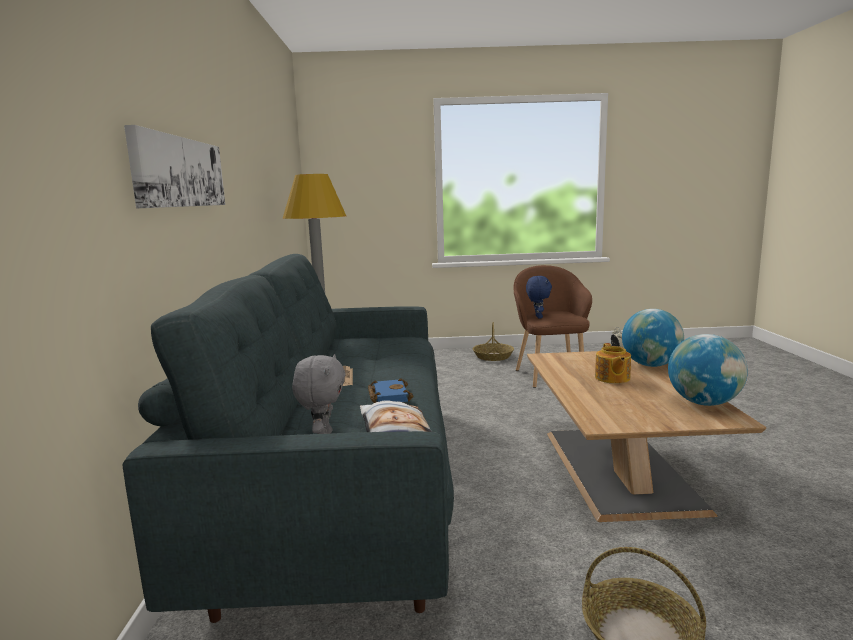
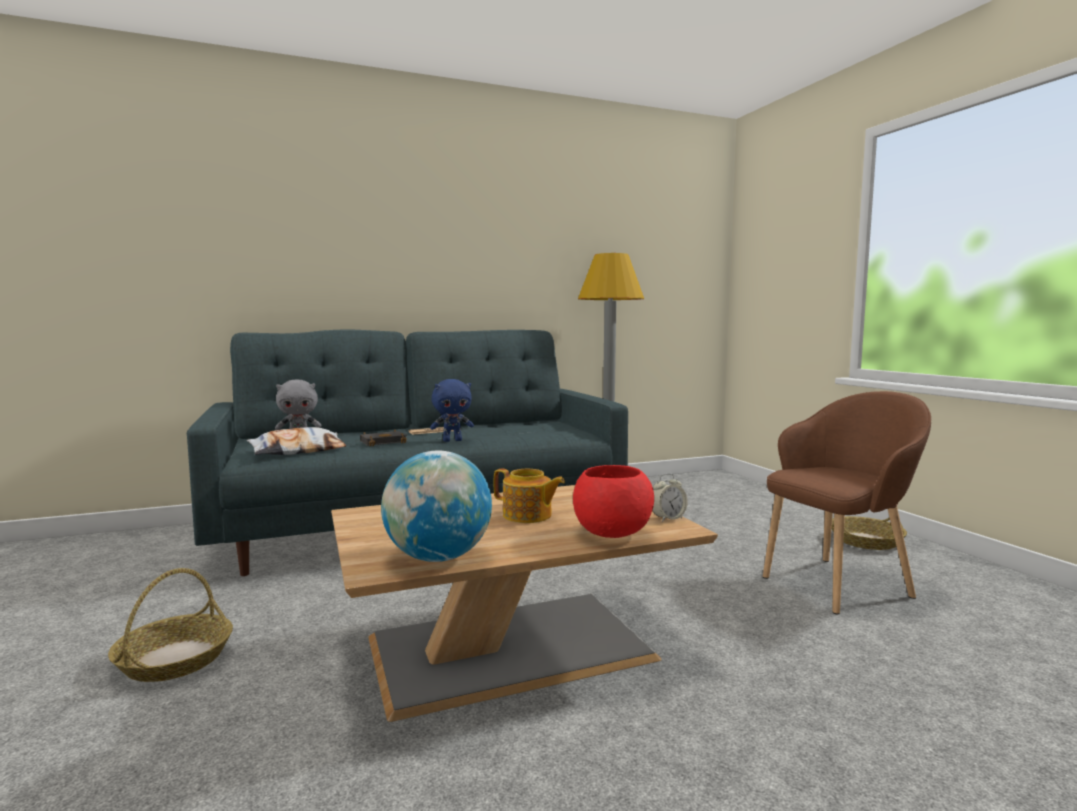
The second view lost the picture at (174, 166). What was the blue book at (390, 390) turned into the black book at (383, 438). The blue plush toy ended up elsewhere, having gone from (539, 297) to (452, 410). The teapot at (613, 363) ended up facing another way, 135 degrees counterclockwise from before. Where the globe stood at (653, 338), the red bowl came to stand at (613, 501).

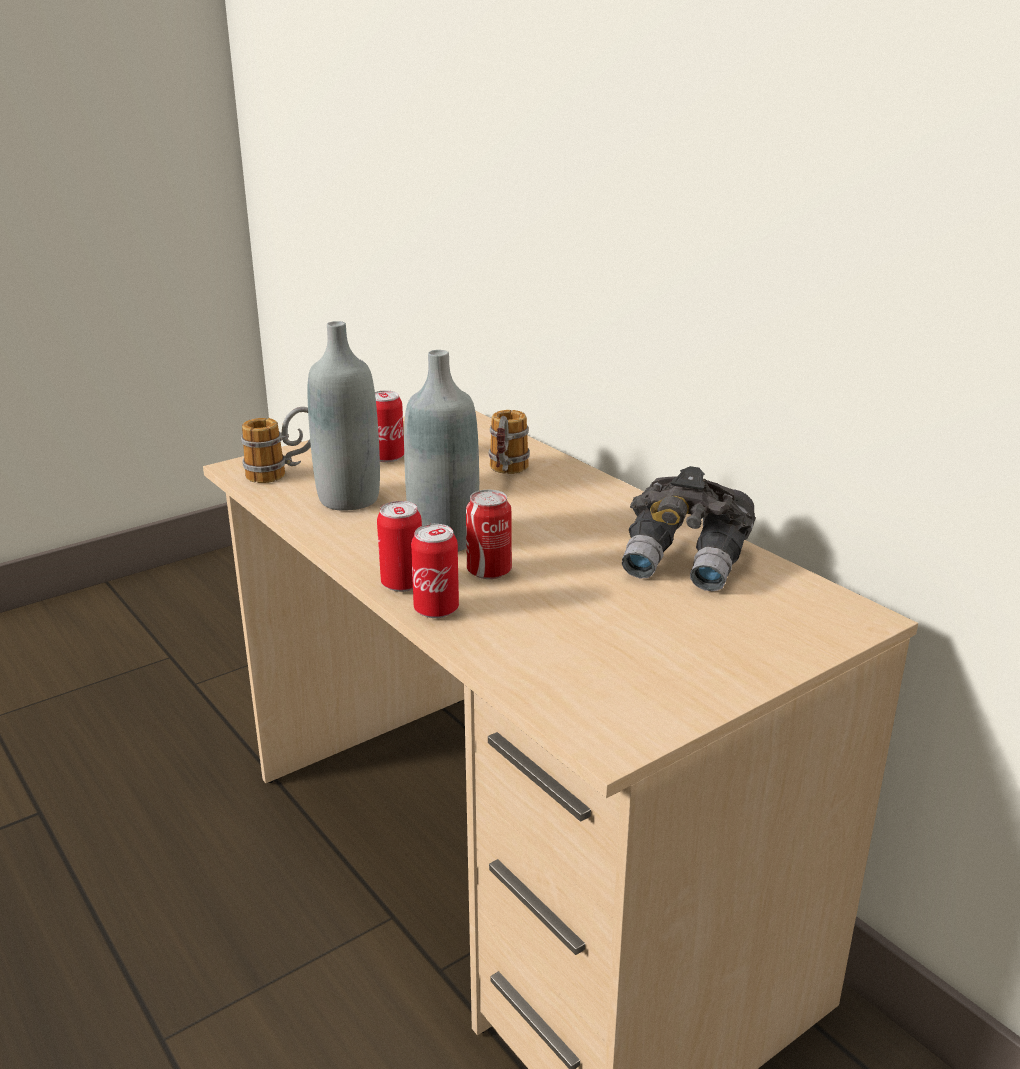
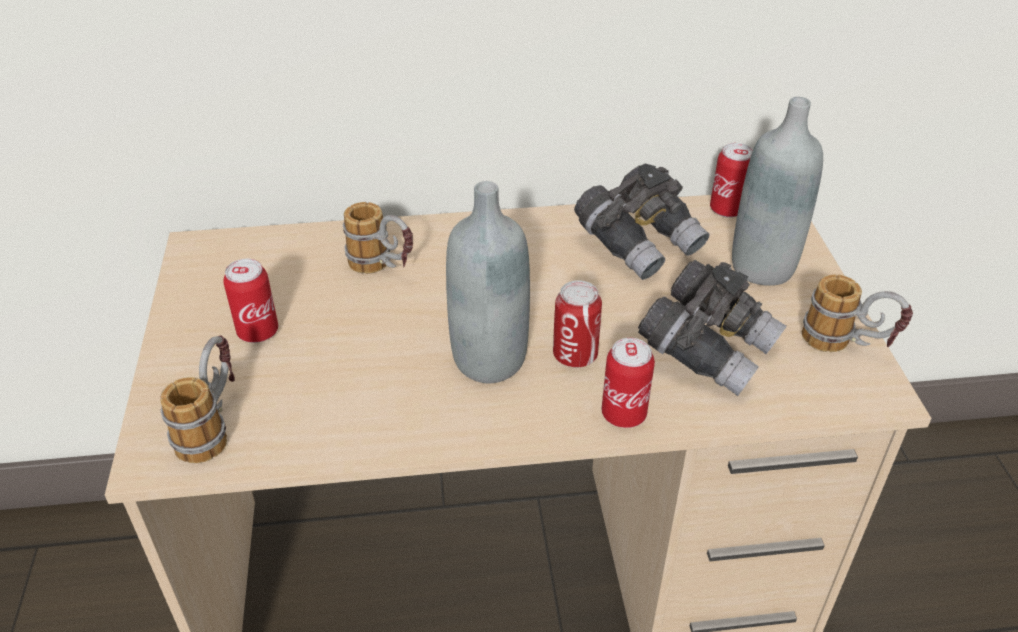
The grey bottle ended up elsewhere, having gone from (343, 415) to (777, 191). The can ended up elsewhere, having gone from (399, 546) to (731, 180). The second view gained the grey binoculars at (712, 328). The second view gained the mug at (857, 313).

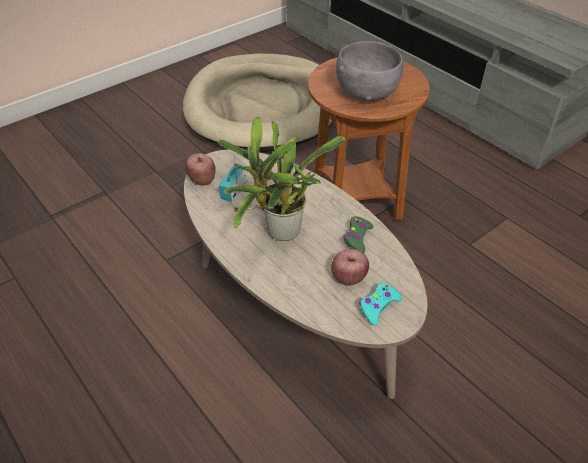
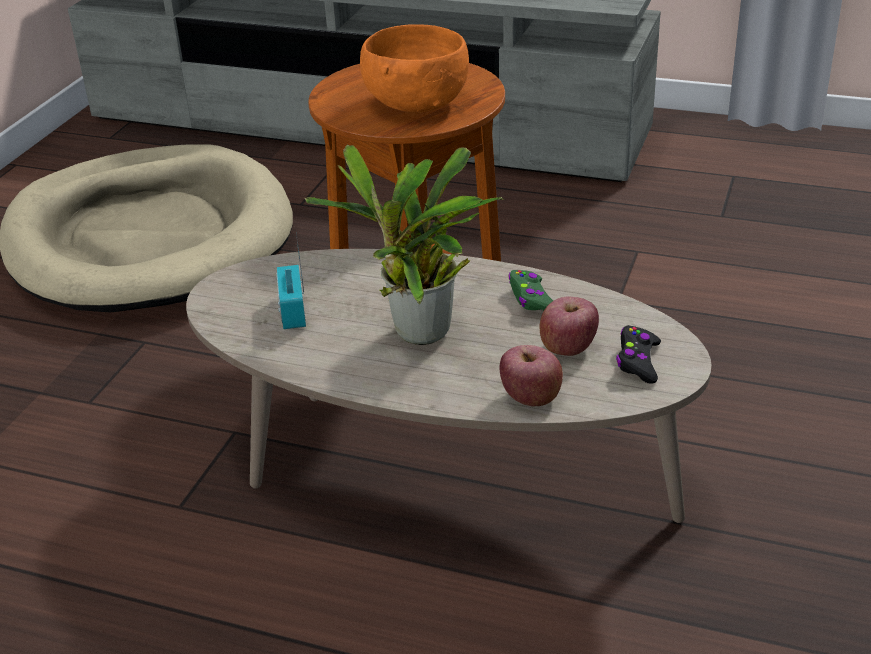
The apple ended up elsewhere, having gone from (200, 169) to (531, 375). What was the grey bowl at (369, 71) turned into the orange bowl at (414, 68). What was the turquoise game controller at (380, 303) turned into the black game controller at (638, 354).

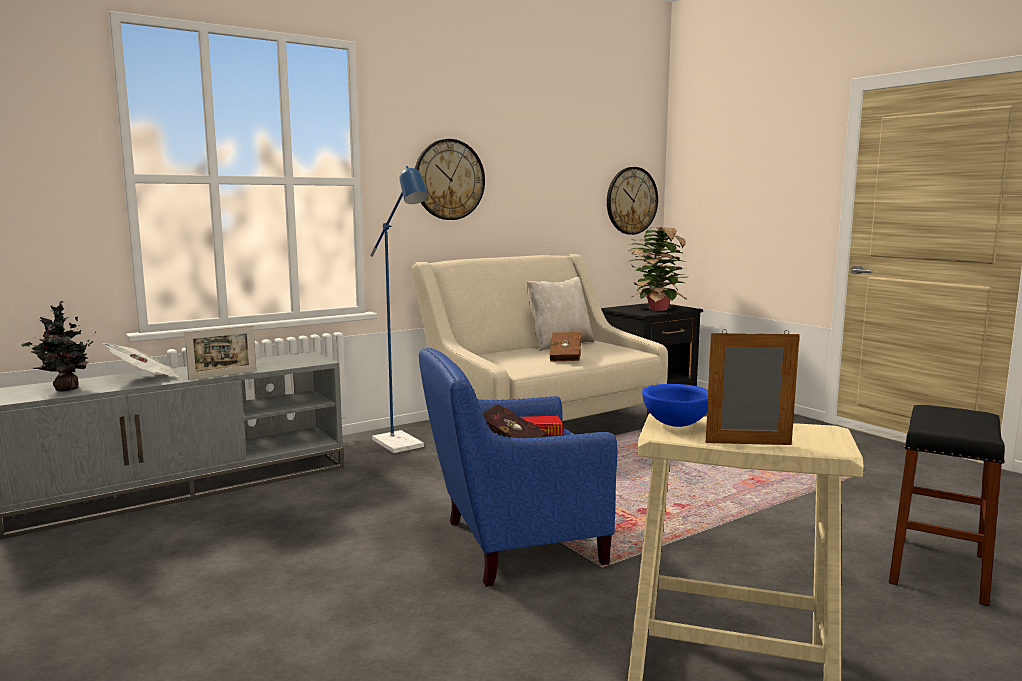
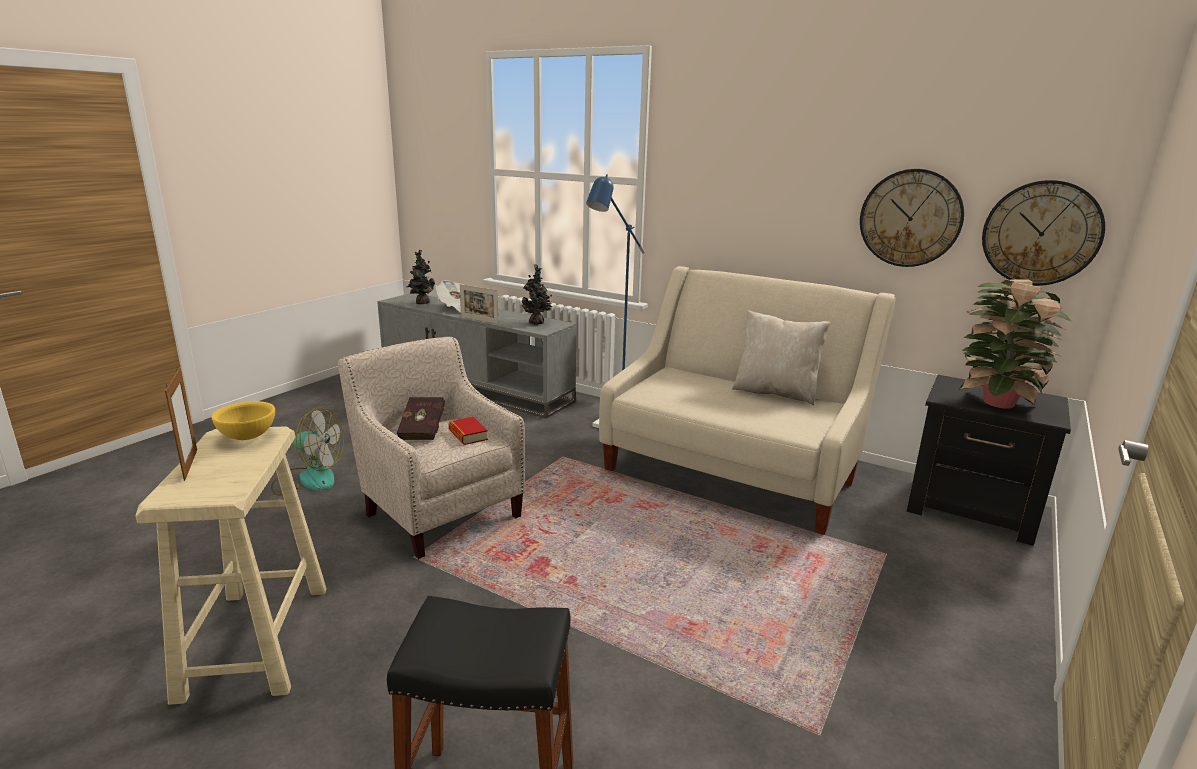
The wall clock ended up elsewhere, having gone from (450, 179) to (912, 218). What was the blue armchair at (518, 467) turned into the beige armchair at (431, 447). The second view lost the brown book at (565, 347). What was the blue bowl at (675, 405) turned into the yellow bowl at (243, 420). The second view gained the fan at (307, 452). The second view gained the potted plant at (537, 294).

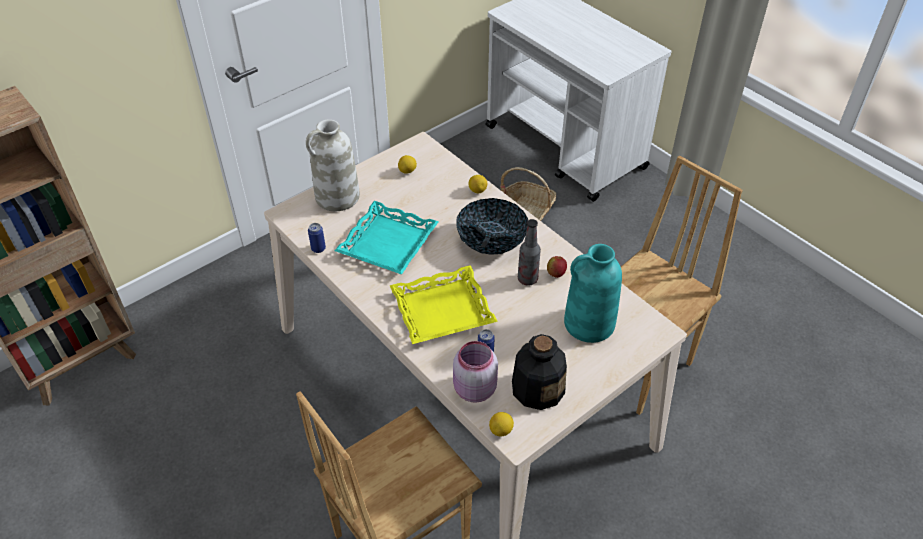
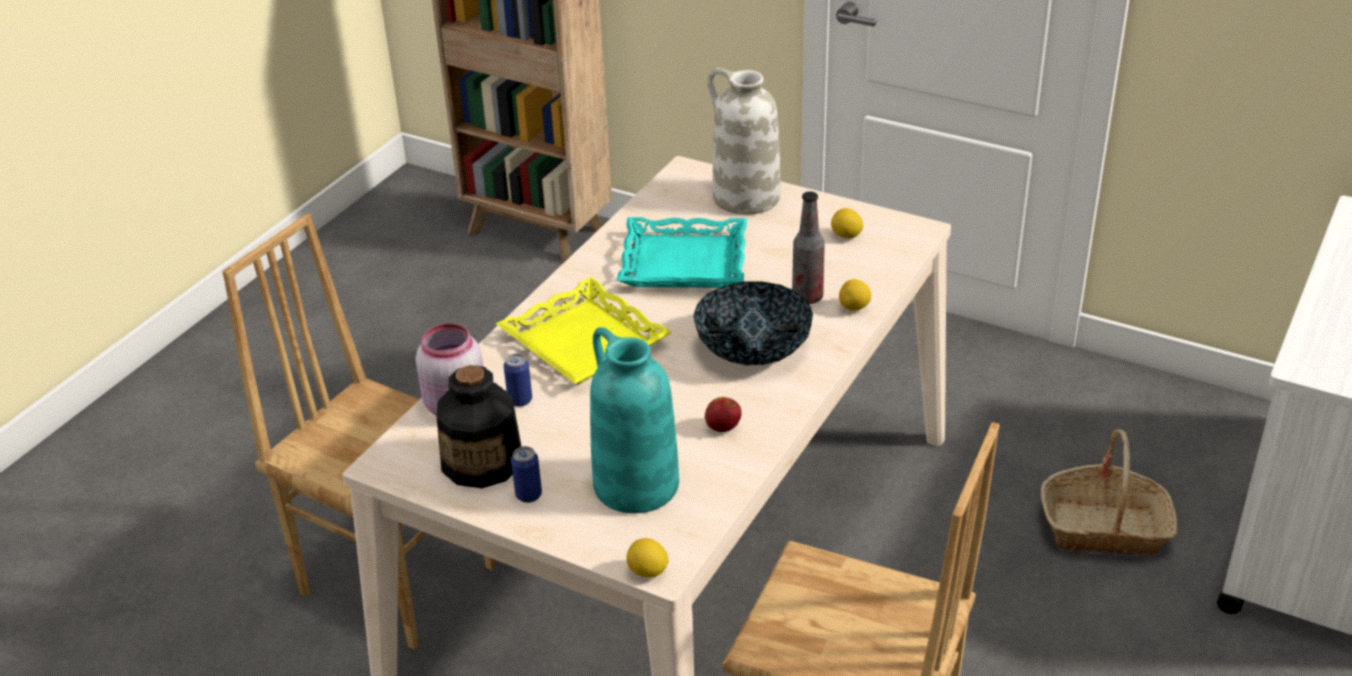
The can ended up elsewhere, having gone from (317, 238) to (526, 474). The lemon ended up elsewhere, having gone from (501, 424) to (647, 558). The bottle ended up elsewhere, having gone from (529, 252) to (808, 247).

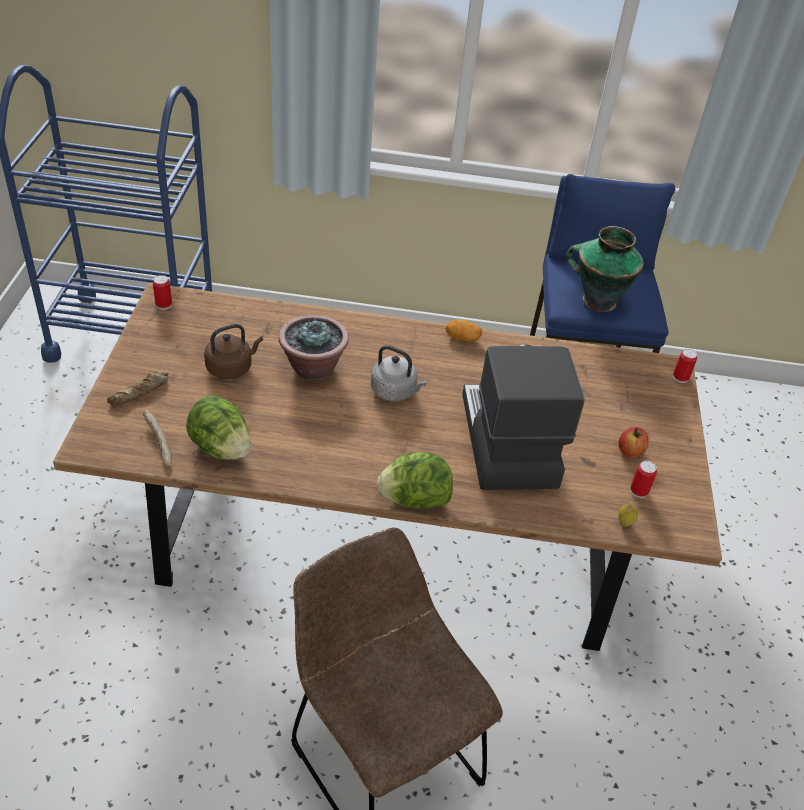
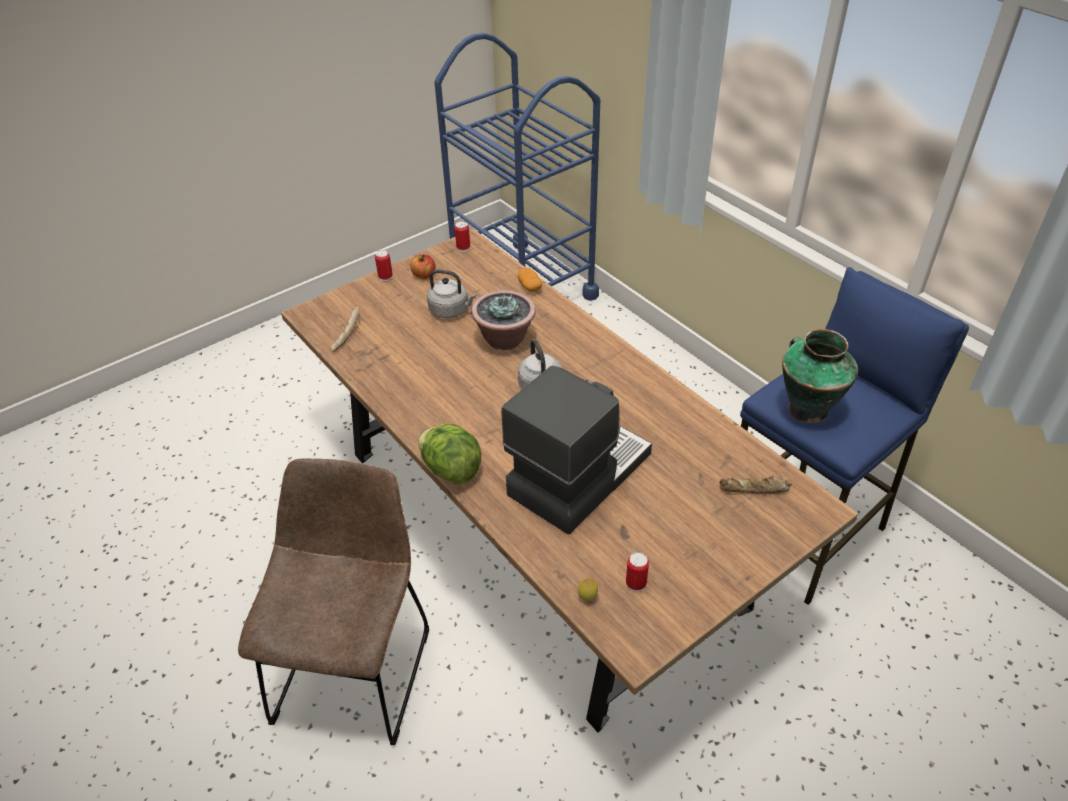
The bread ended up elsewhere, having gone from (137, 389) to (755, 485). The second view lost the lettuce at (218, 427). What was the brown kettle at (233, 351) turned into the grey kettle at (452, 294). The potato ended up elsewhere, having gone from (464, 330) to (530, 280). The apple ended up elsewhere, having gone from (634, 442) to (423, 266). The can ended up elsewhere, having gone from (685, 366) to (384, 265).

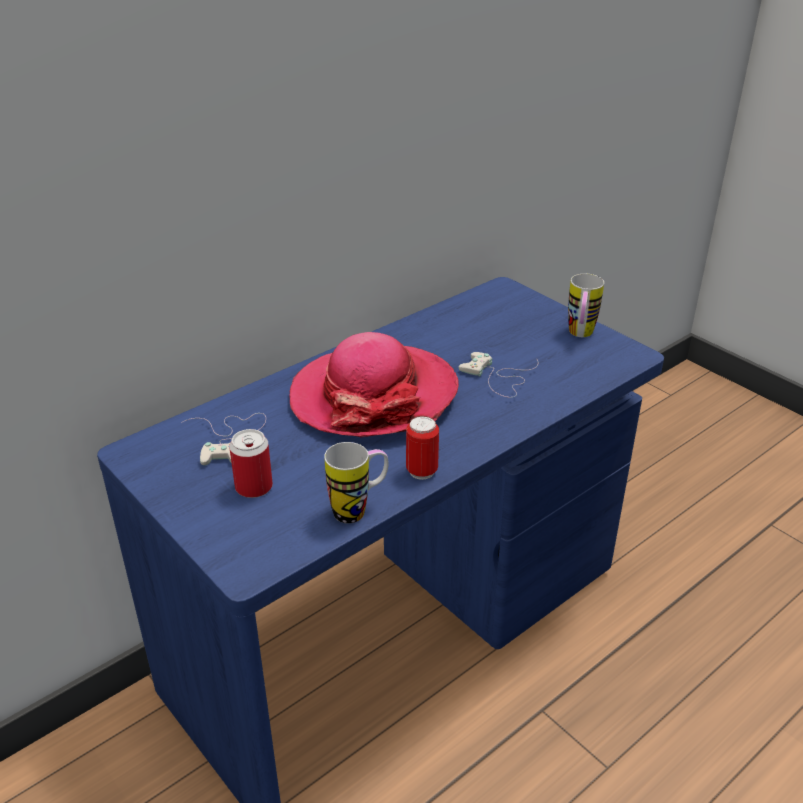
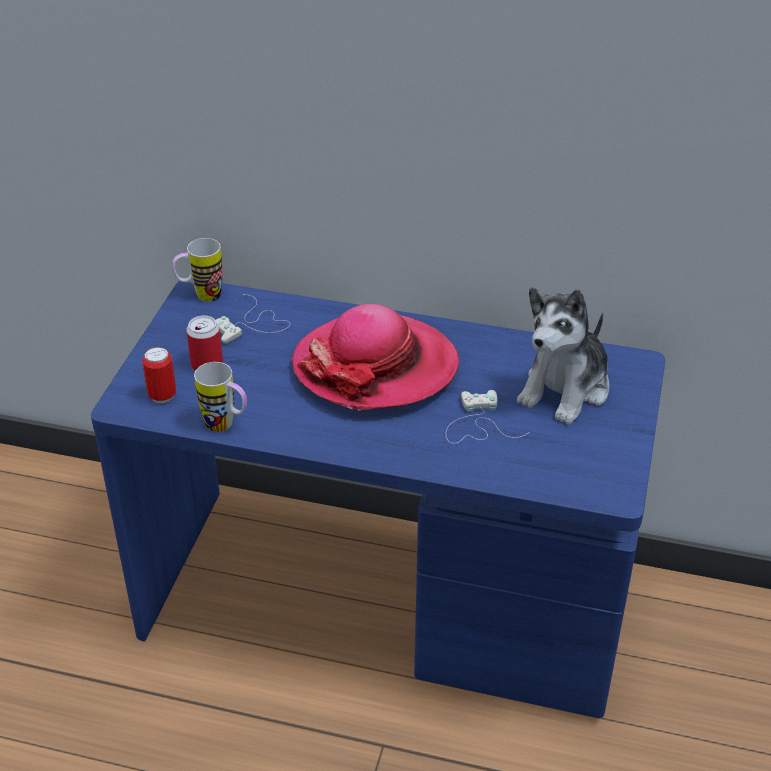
The can ended up elsewhere, having gone from (422, 448) to (159, 375). The mug ended up elsewhere, having gone from (586, 305) to (197, 270). The second view gained the plush toy at (563, 356).

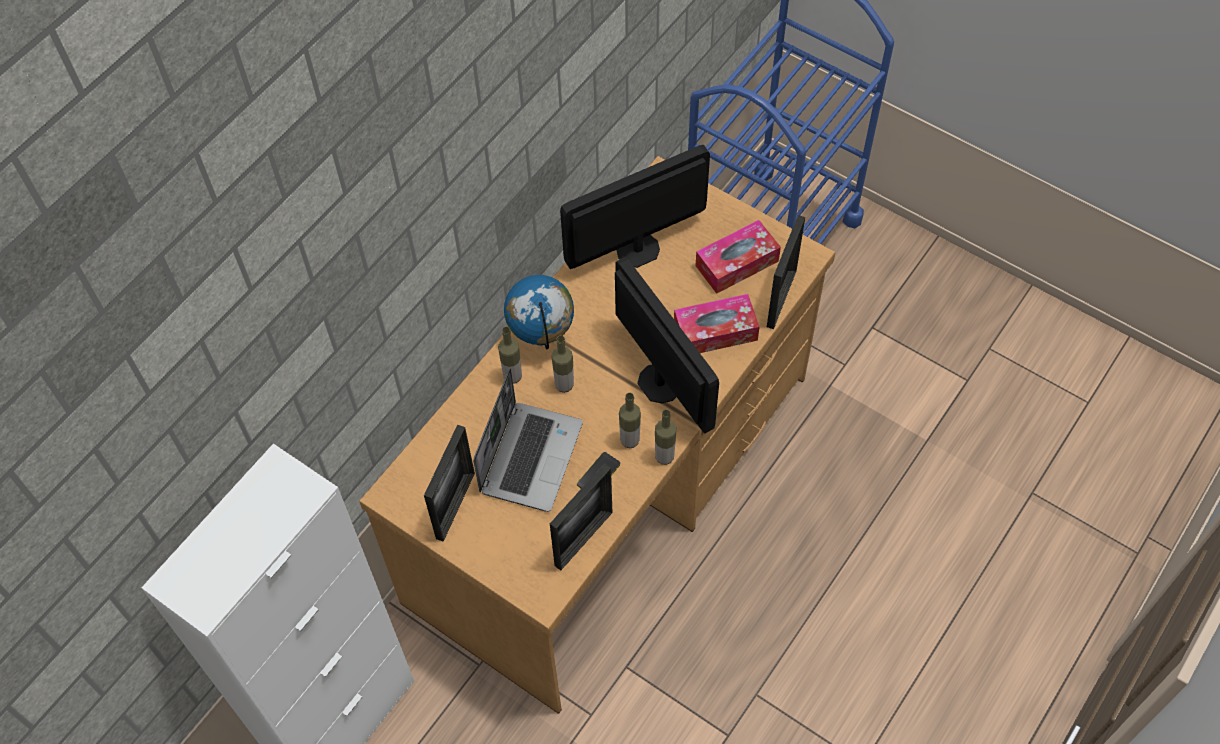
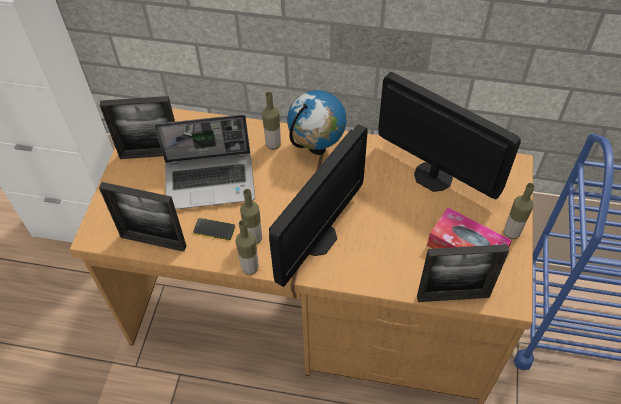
The bottle ended up elsewhere, having gone from (562, 364) to (519, 211). The second view lost the tissue box at (717, 323).

